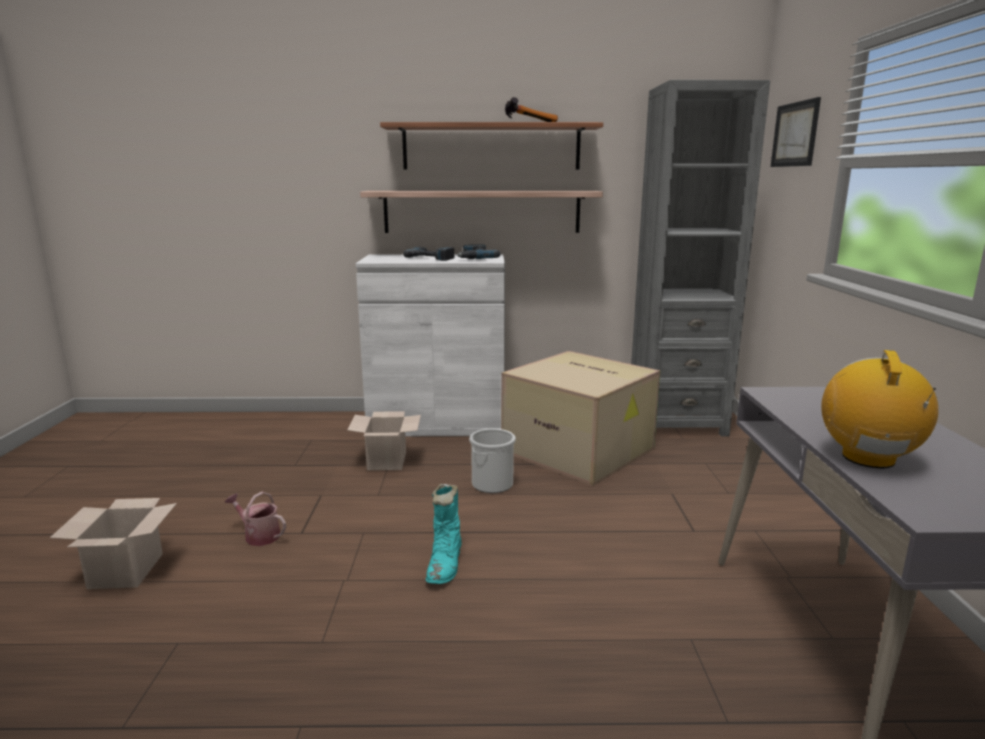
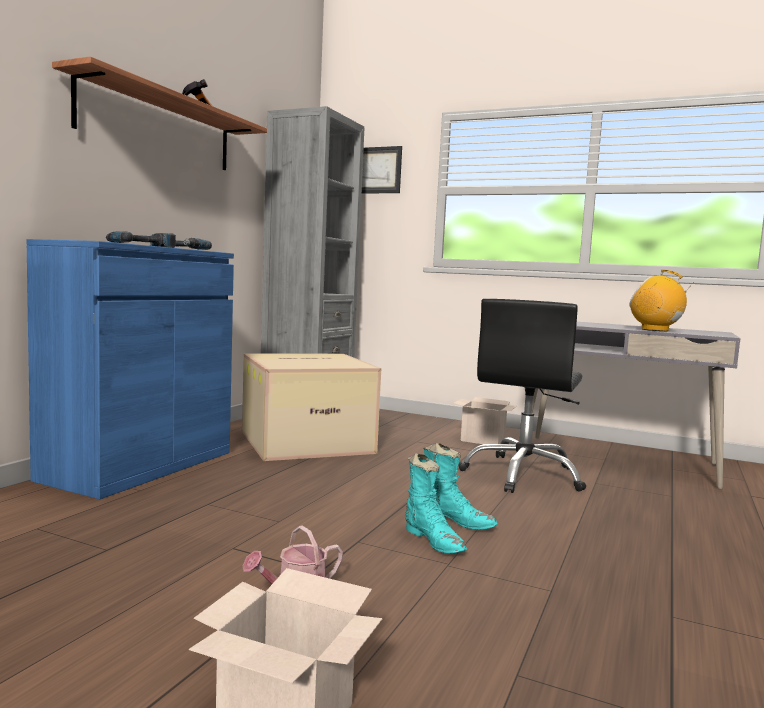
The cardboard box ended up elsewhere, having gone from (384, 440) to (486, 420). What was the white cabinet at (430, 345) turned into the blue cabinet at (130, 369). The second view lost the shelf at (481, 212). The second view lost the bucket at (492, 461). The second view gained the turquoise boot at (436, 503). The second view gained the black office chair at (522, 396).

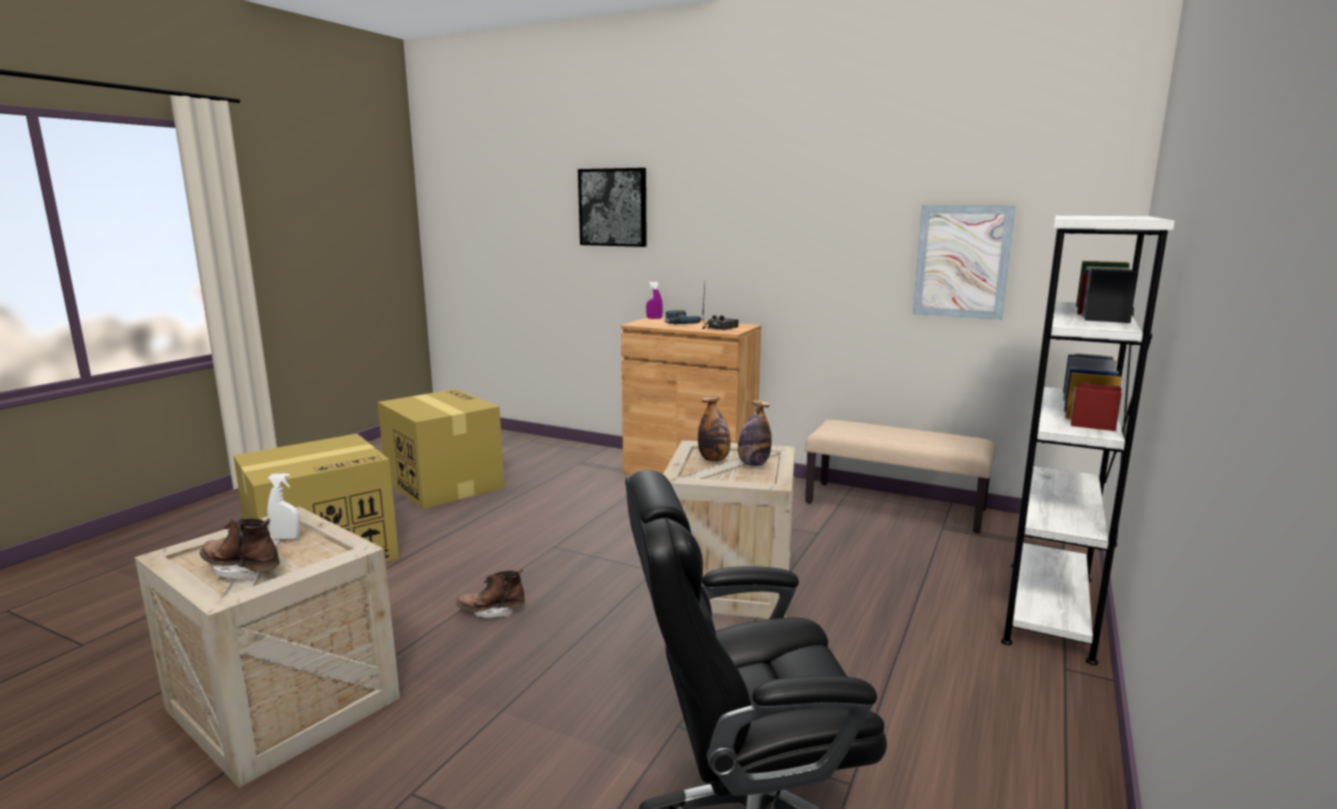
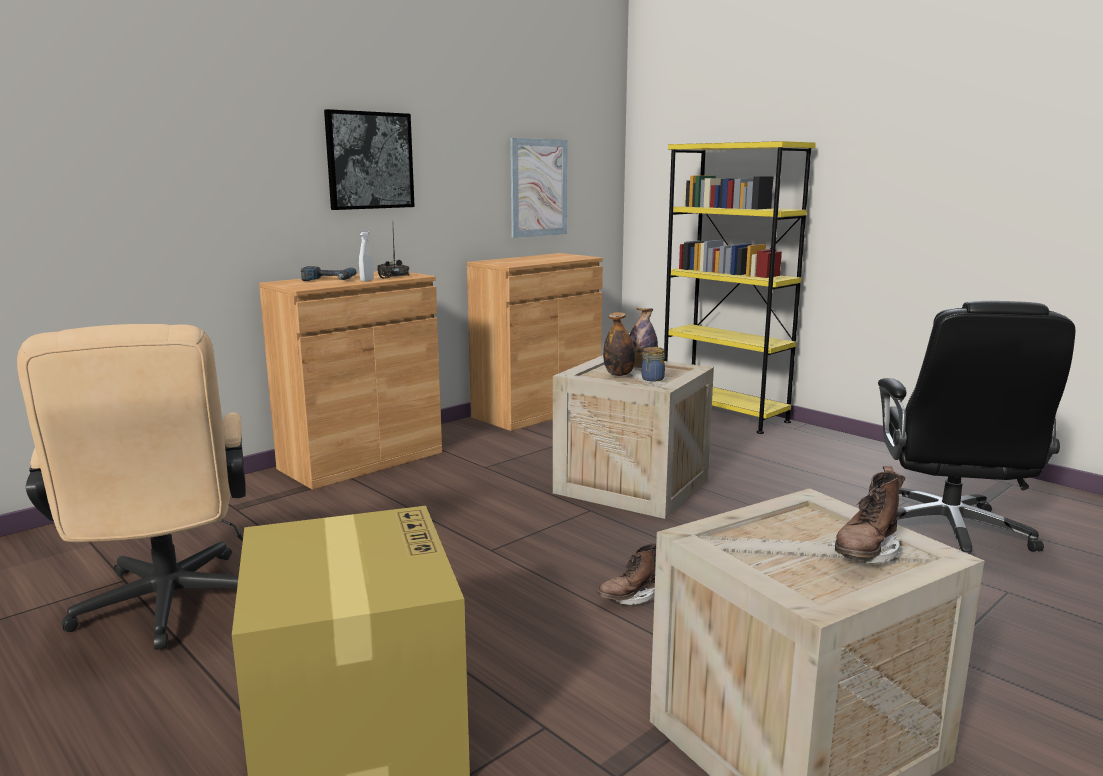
The white spray bottle ended up elsewhere, having gone from (284, 506) to (366, 256). Where the cardboard box stood at (440, 449), the beige office chair came to stand at (131, 487). The brown boot at (490, 593) ended up facing another way, 45 degrees clockwise from before. The picture ended up elsewhere, having gone from (612, 207) to (369, 159). The second view lost the purple spray bottle at (654, 300). Where the beige bench stood at (900, 476), the brown cabinet came to stand at (535, 342). What was the white bookcase at (1088, 440) turned into the yellow bookcase at (740, 287). The second view gained the jar at (653, 364).

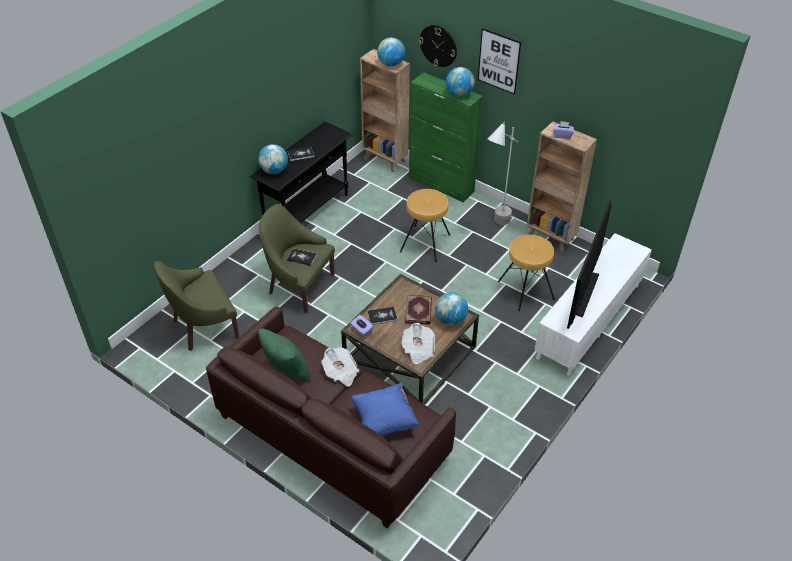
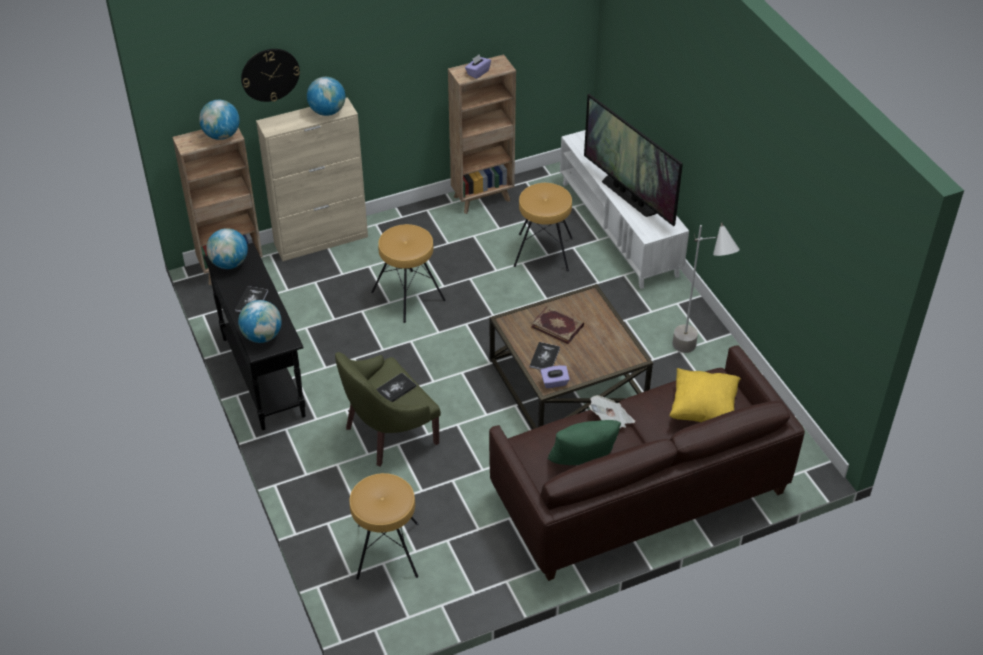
Where the green armchair stood at (196, 306), the brown stool came to stand at (383, 526). What was the blue pillow at (385, 409) turned into the yellow pillow at (705, 395). The second view lost the newspaper at (418, 343). What was the green cabinet at (446, 137) turned into the beige cabinet at (312, 179). The globe ended up elsewhere, having gone from (451, 308) to (227, 248). The second view lost the picture at (499, 61). The grey floor lamp ended up elsewhere, having gone from (503, 173) to (706, 287).

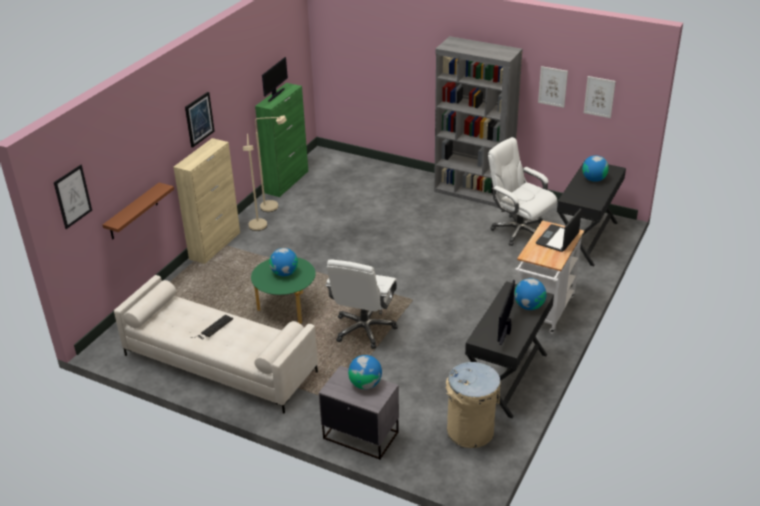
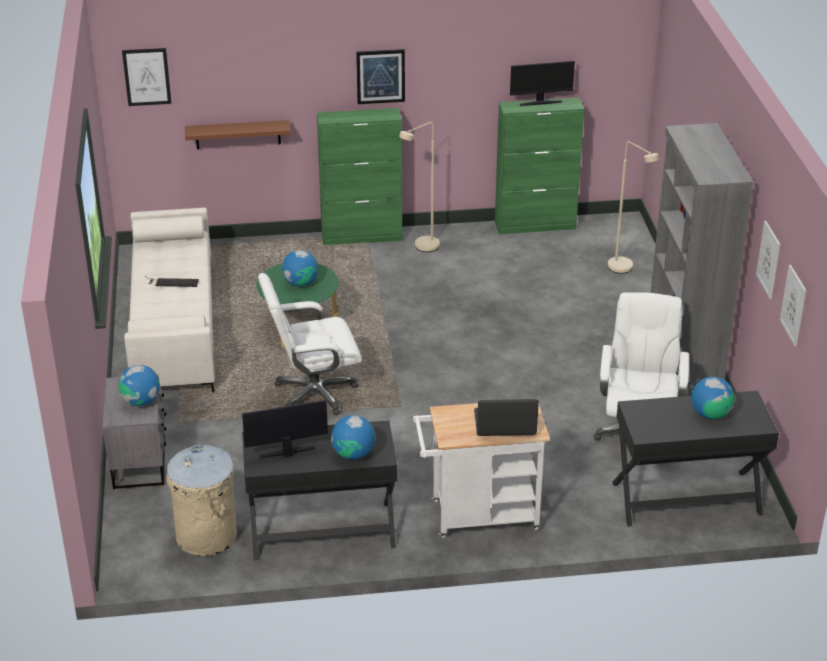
What was the beige cabinet at (206, 201) turned into the green cabinet at (359, 176). The beige floor lamp ended up elsewhere, having gone from (271, 163) to (633, 207).

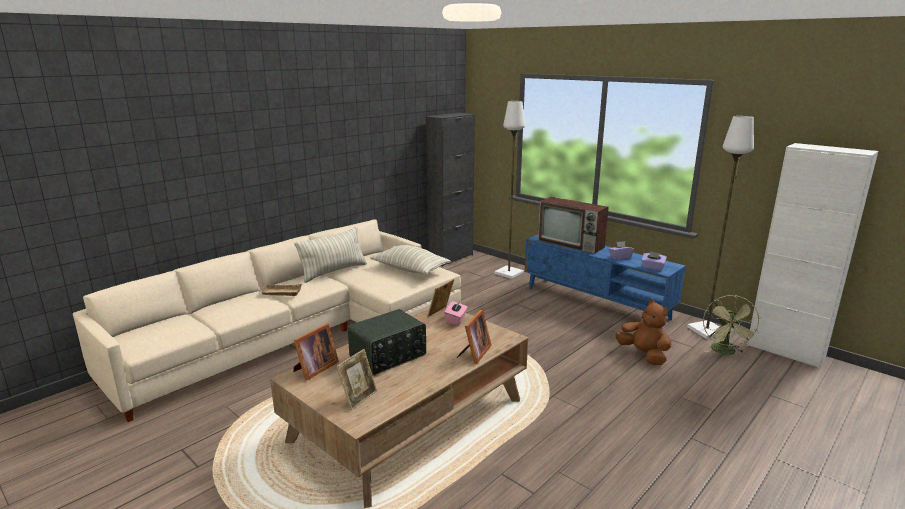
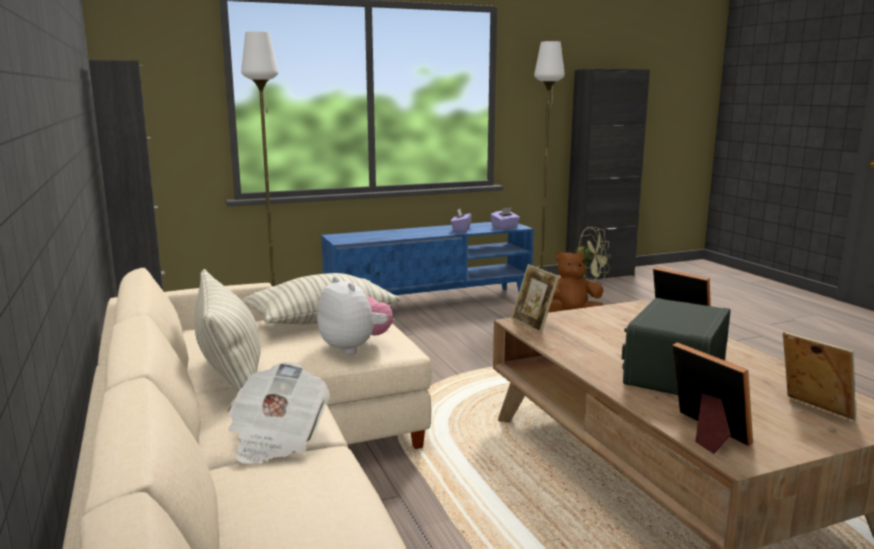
Where the beige tray stood at (281, 290), the newspaper came to stand at (279, 413). The radio at (387, 342) ended up facing another way, 135 degrees counterclockwise from before. The second view lost the pink tissue box at (455, 312). The second view lost the television at (573, 225). What was the white cabinet at (812, 255) turned into the black cabinet at (608, 174). The second view gained the plush toy at (355, 315).

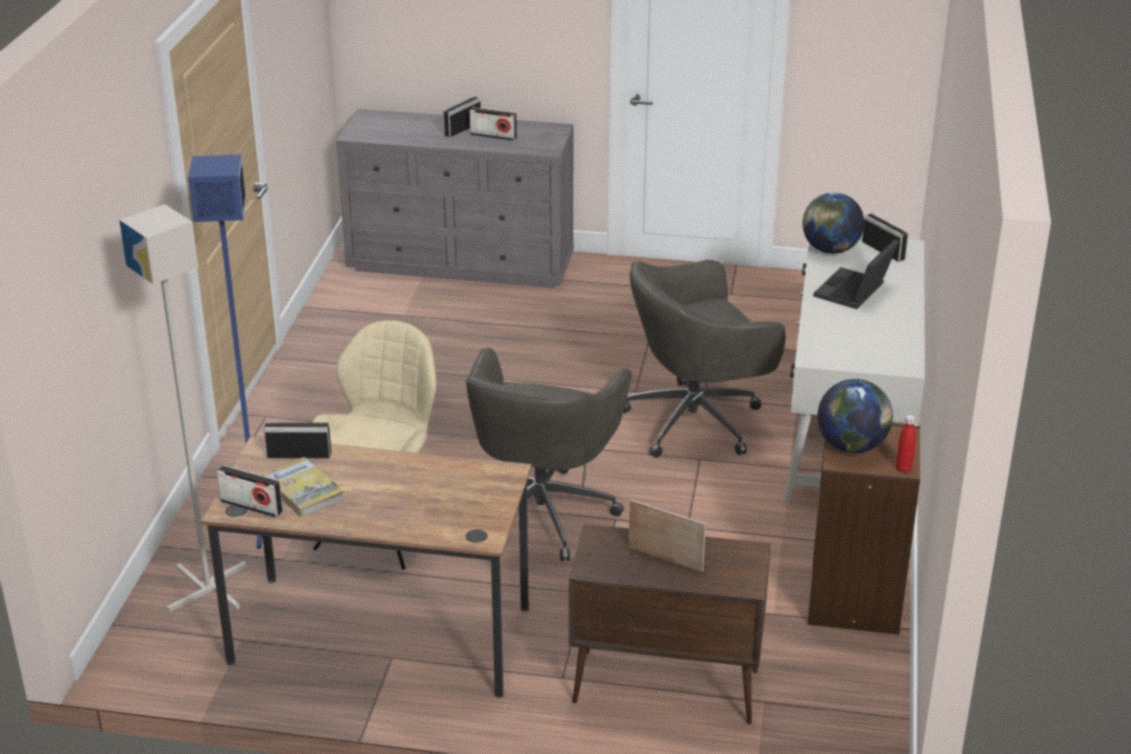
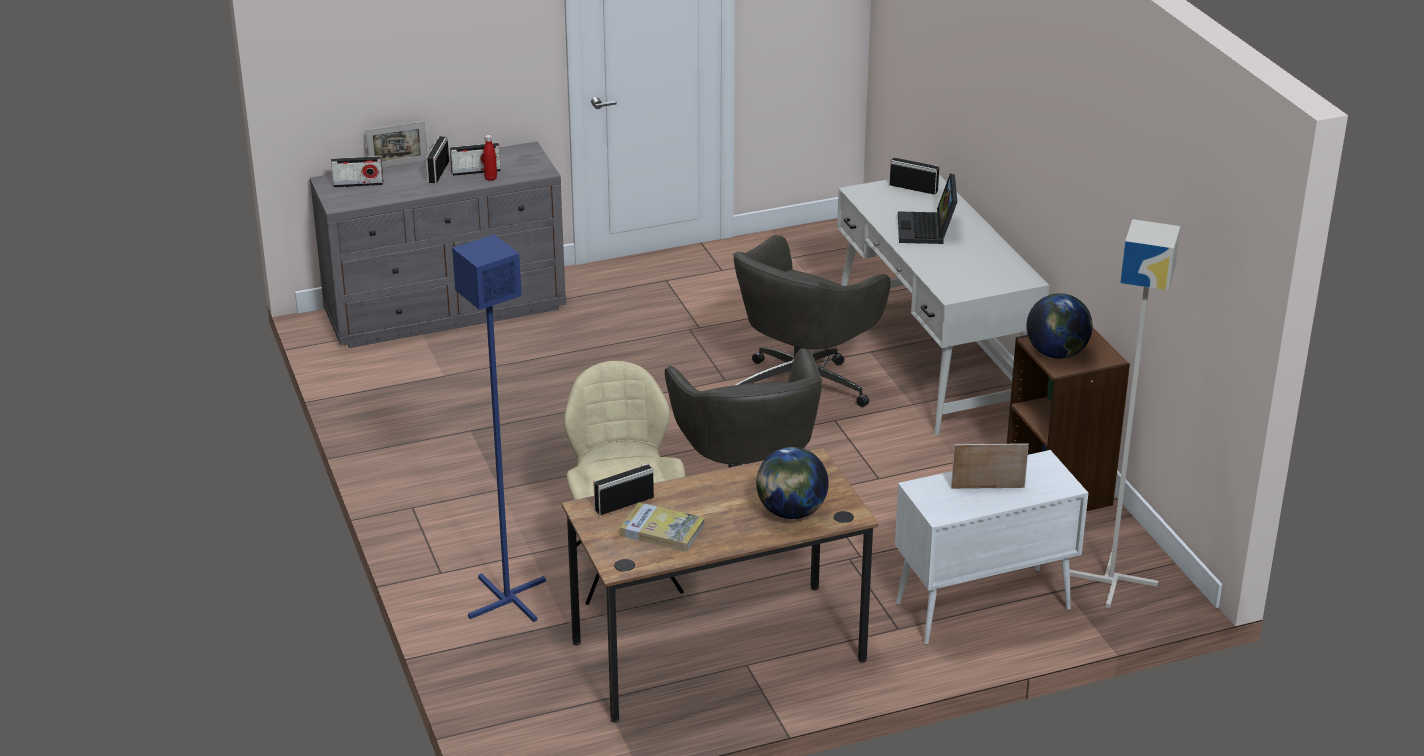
The grey floor lamp ended up elsewhere, having gone from (183, 408) to (1125, 413). The radio ended up elsewhere, having gone from (250, 491) to (357, 172). What was the brown cabinet at (670, 624) turned into the white cabinet at (991, 547). The globe ended up elsewhere, having gone from (833, 223) to (792, 483). The red bottle ended up elsewhere, having gone from (906, 444) to (490, 158). The second view gained the picture frame at (396, 144).

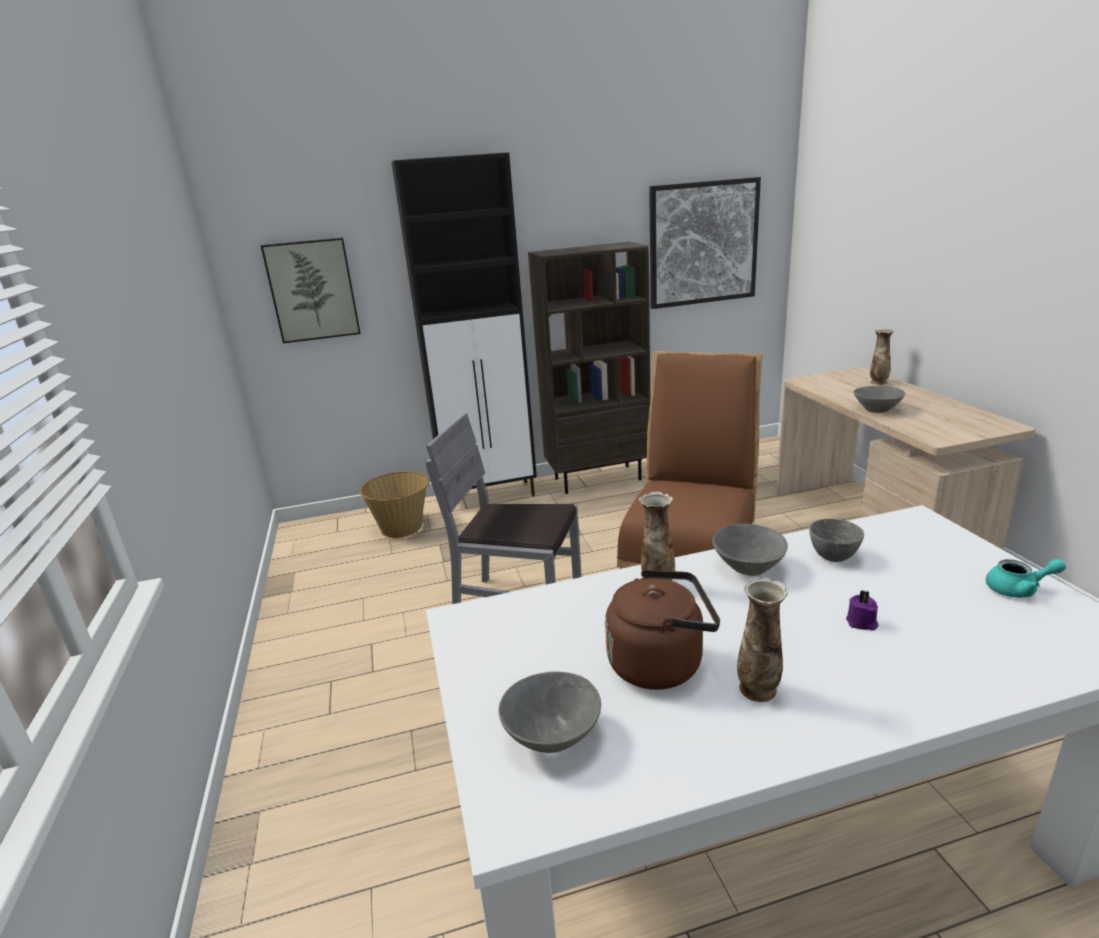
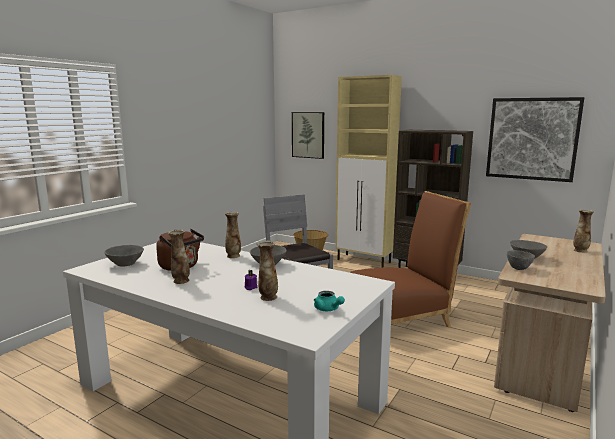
What was the black cabinet at (464, 324) turned into the beige cabinet at (368, 171). The grey bowl ended up elsewhere, having gone from (836, 540) to (521, 260). The second view gained the vase at (267, 270).

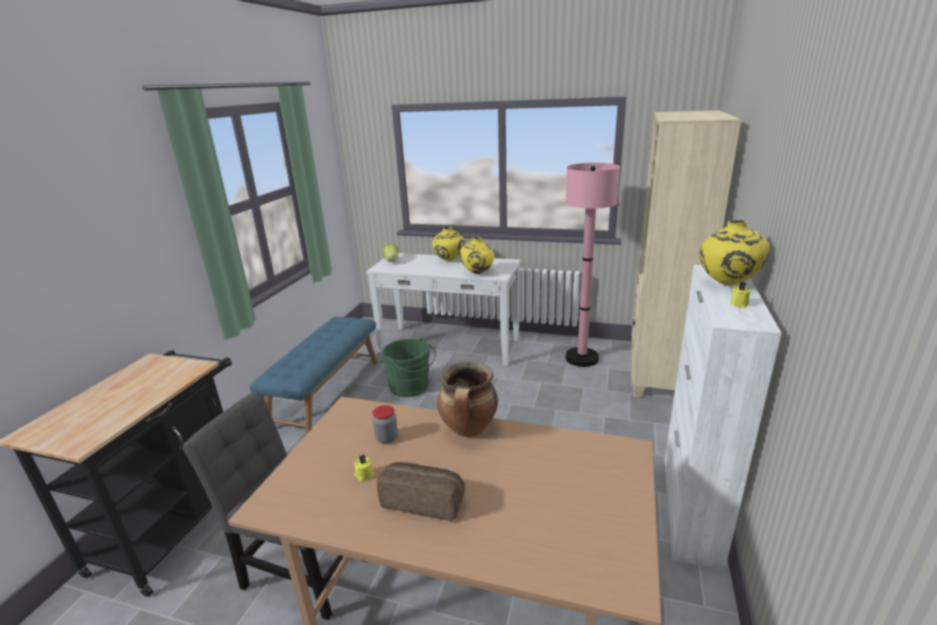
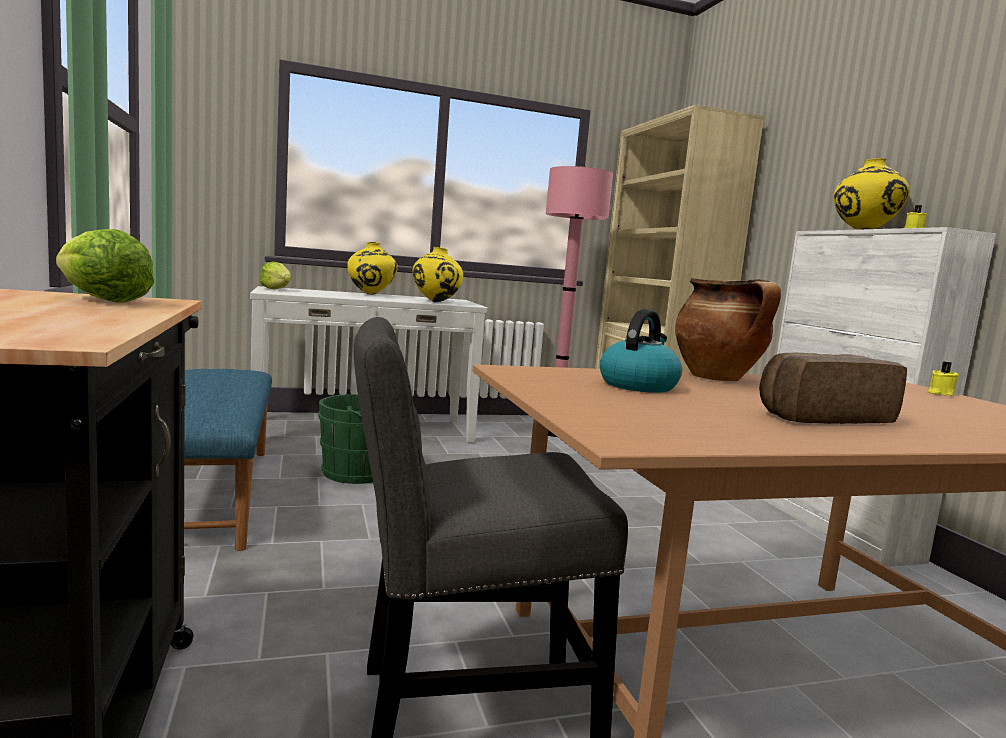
The yellow candle ended up elsewhere, having gone from (364, 468) to (943, 378). Where the jar stood at (385, 424), the kettle came to stand at (641, 351). The second view gained the lettuce at (105, 266).

